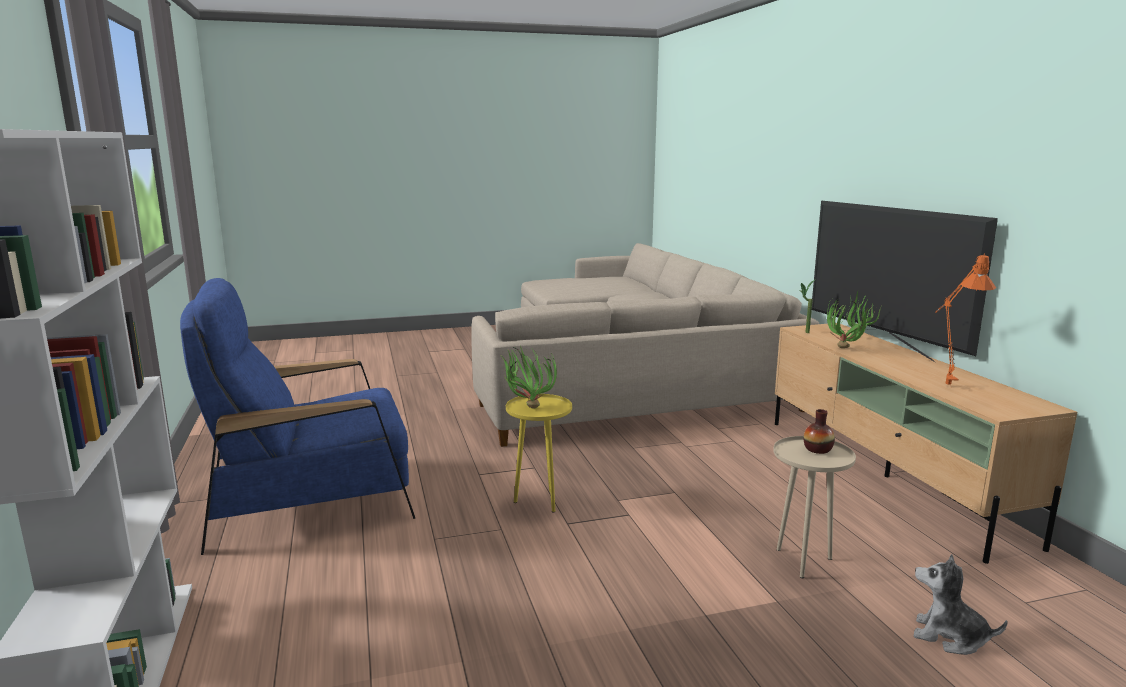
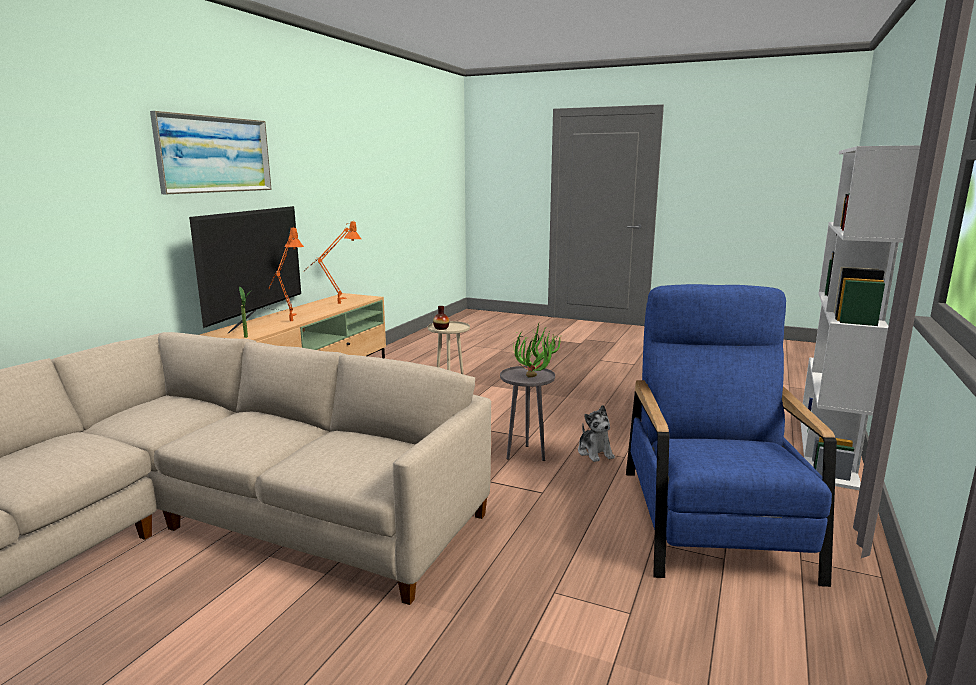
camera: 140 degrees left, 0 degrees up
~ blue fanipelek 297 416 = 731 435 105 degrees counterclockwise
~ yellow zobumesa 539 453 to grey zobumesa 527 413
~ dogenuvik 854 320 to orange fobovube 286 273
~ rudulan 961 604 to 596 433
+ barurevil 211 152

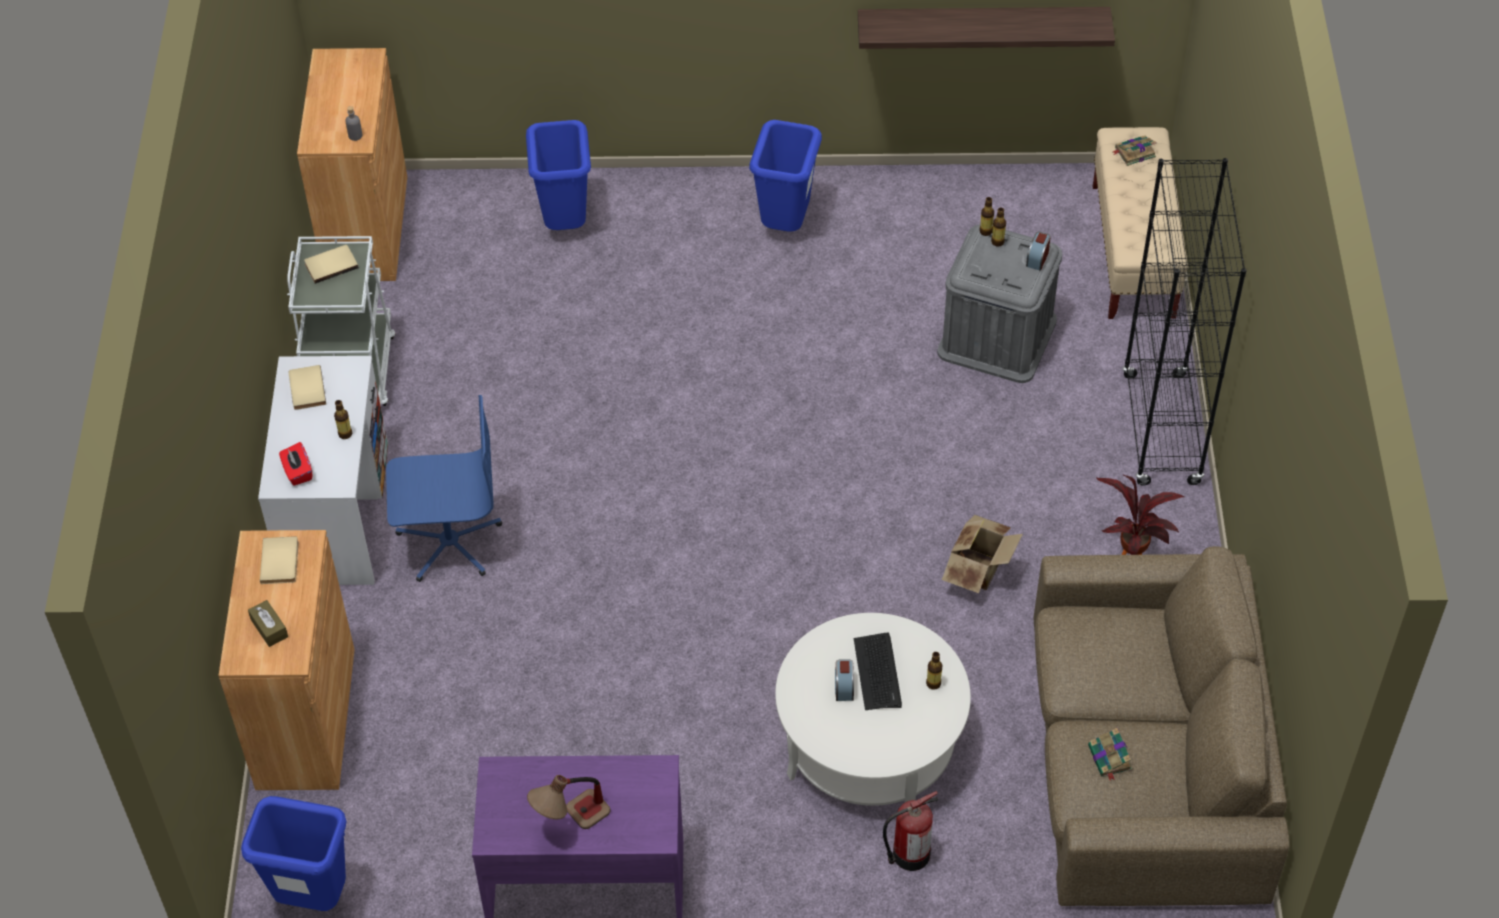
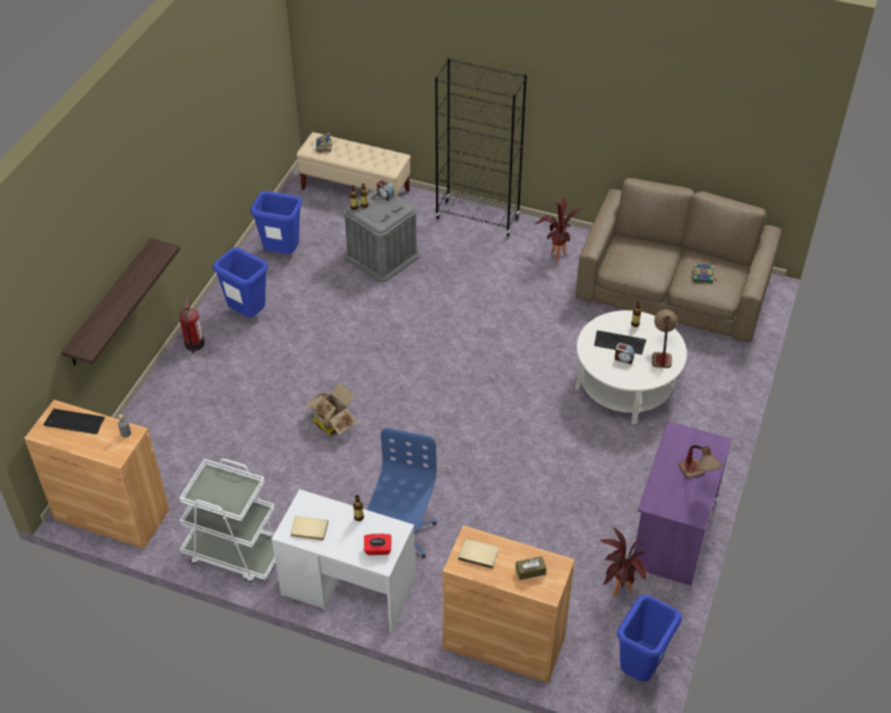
camera: 70 degrees left, 5 degrees down
- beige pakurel 331 264
~ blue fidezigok 558 175 to 276 222
~ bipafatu 986 28 to 120 301
~ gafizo 910 831 to 192 324
~ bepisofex 982 554 to 330 409
+ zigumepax 74 421
+ dogenuvik 623 562
+ fobovube 664 338

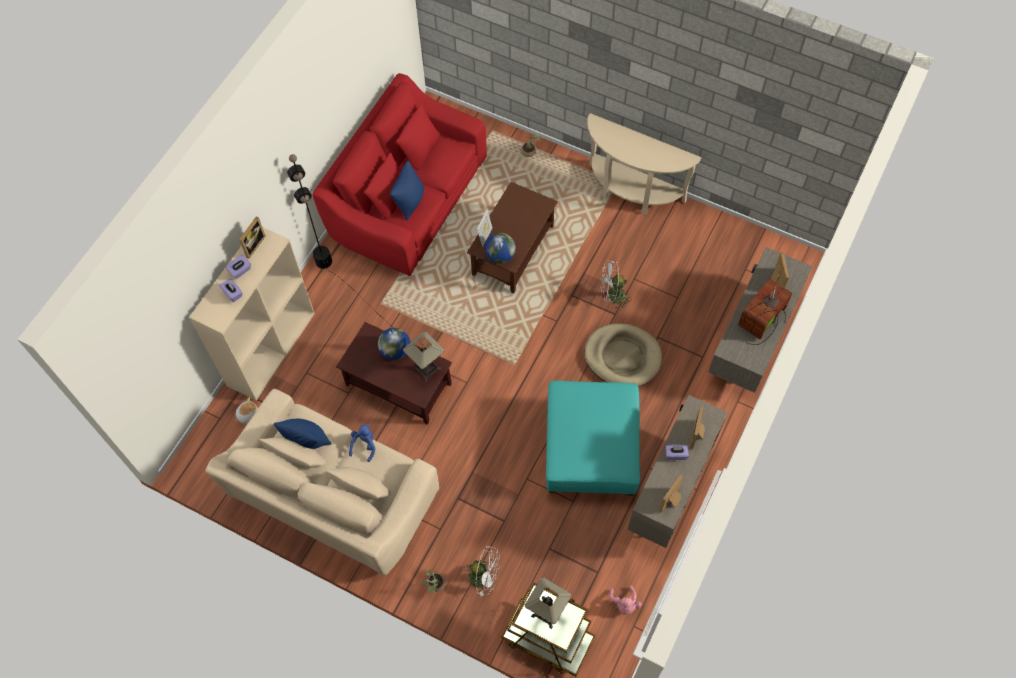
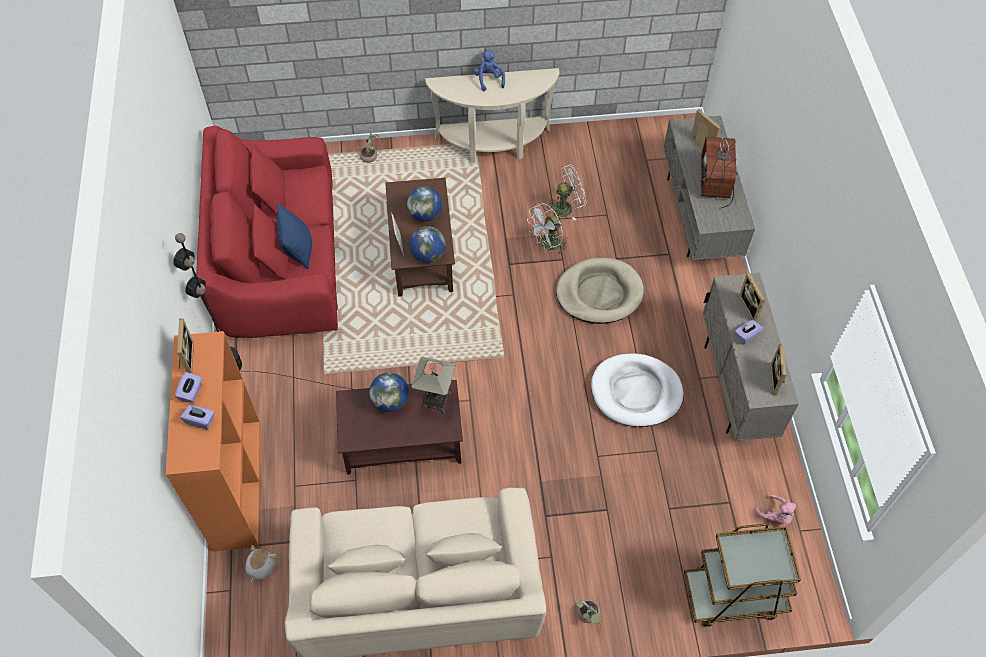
camera: 35 degrees left, 5 degrees down
~ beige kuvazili 252 314 to orange kuvazili 213 441
- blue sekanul 302 434
~ blue rudulan 362 443 to 489 70
~ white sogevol 482 571 to 565 192
- fobovube 548 603
~ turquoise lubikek 593 438 to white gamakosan 637 390
+ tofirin 424 204

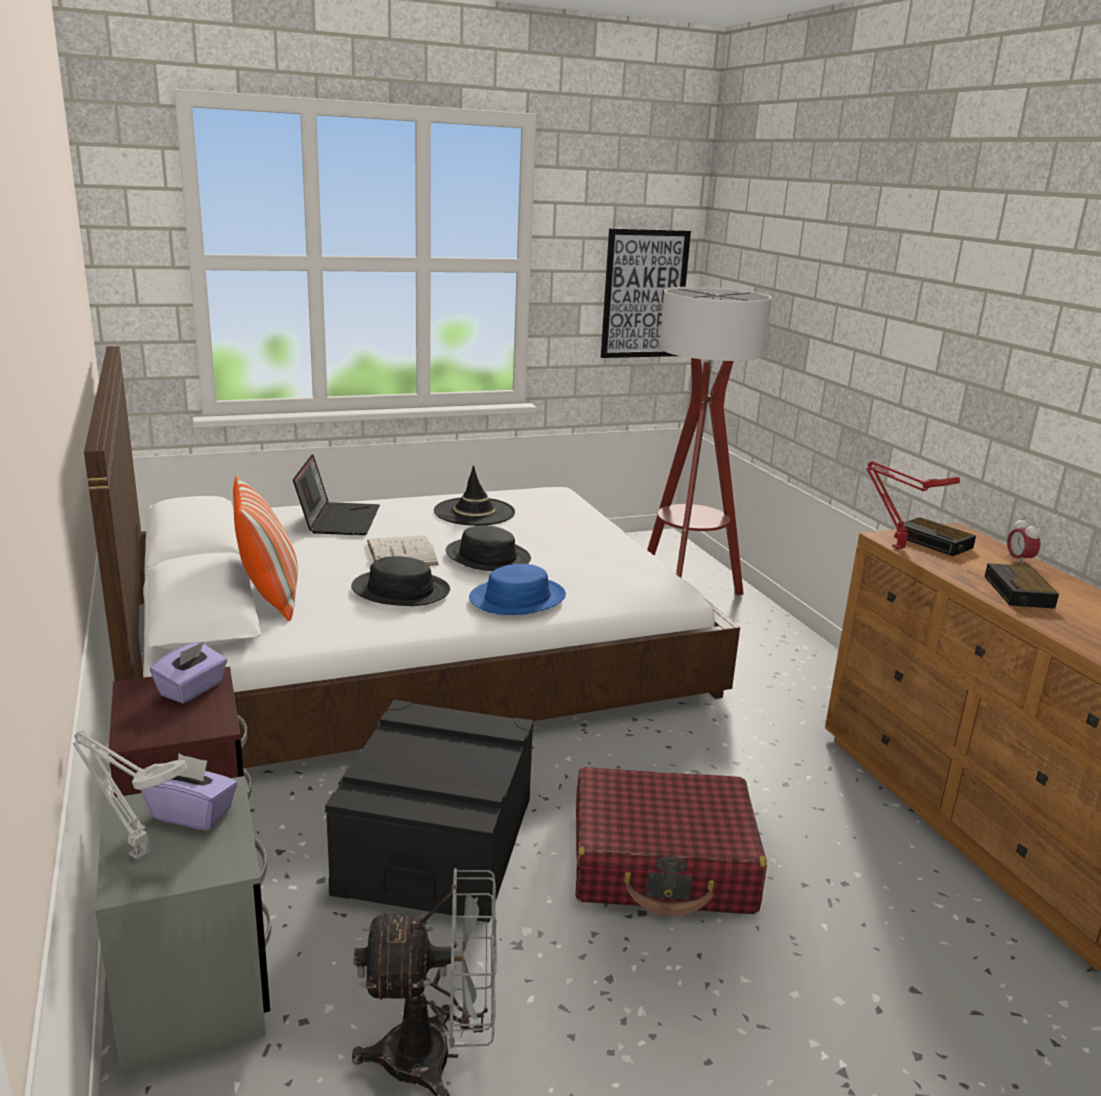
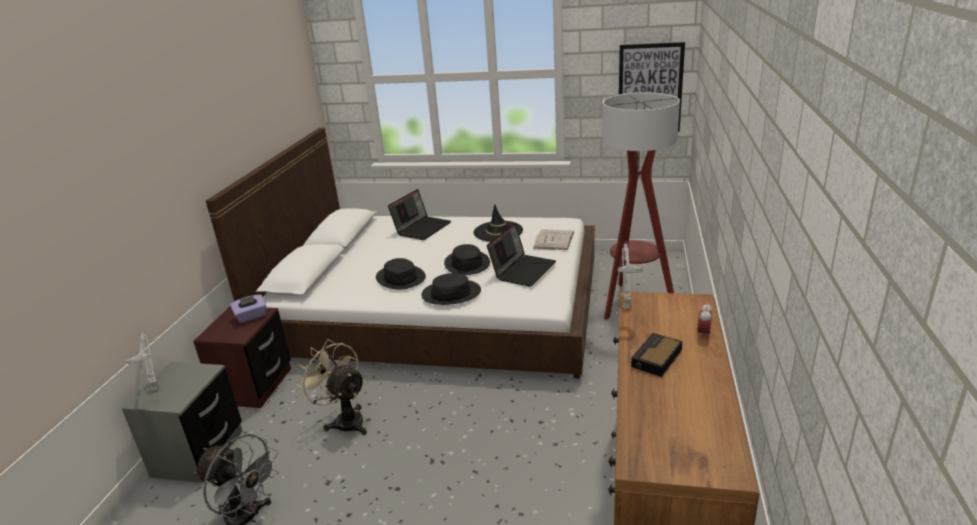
camera: 35 degrees right, 5 degrees up
- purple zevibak 189 792
- sekanul 265 548
~ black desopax 429 811 to beige sogevol 331 387
~ white pakurel 403 551 to 553 239
~ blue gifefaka 517 589 to black gifefaka 451 289
- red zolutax 671 841
~ red fobovube 913 505 to grey fobovube 630 276
- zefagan 936 536
+ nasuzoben 521 255

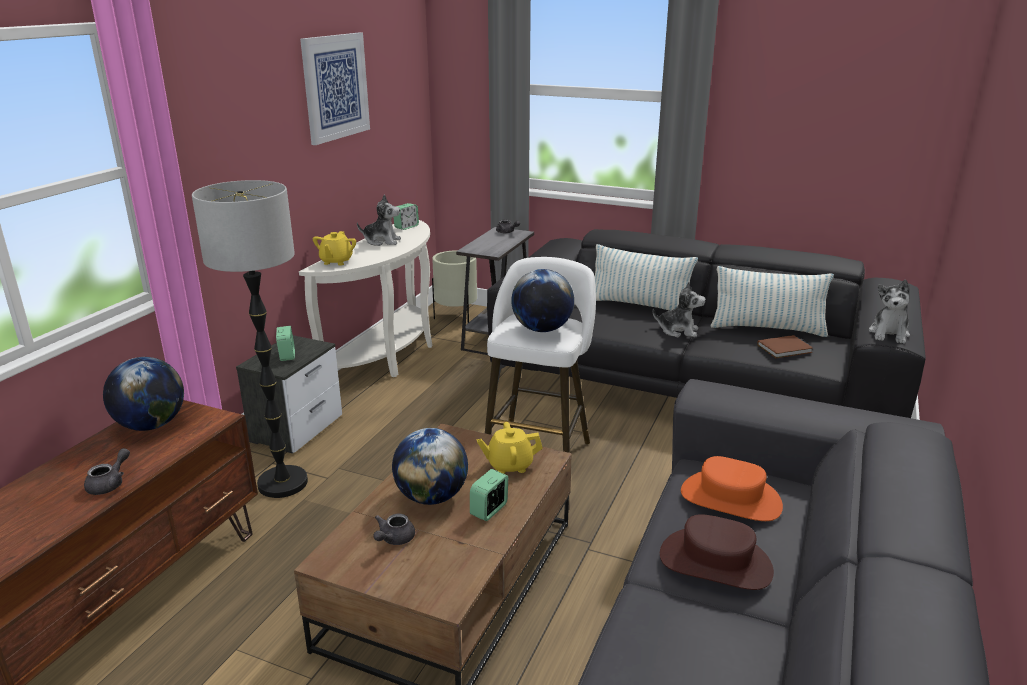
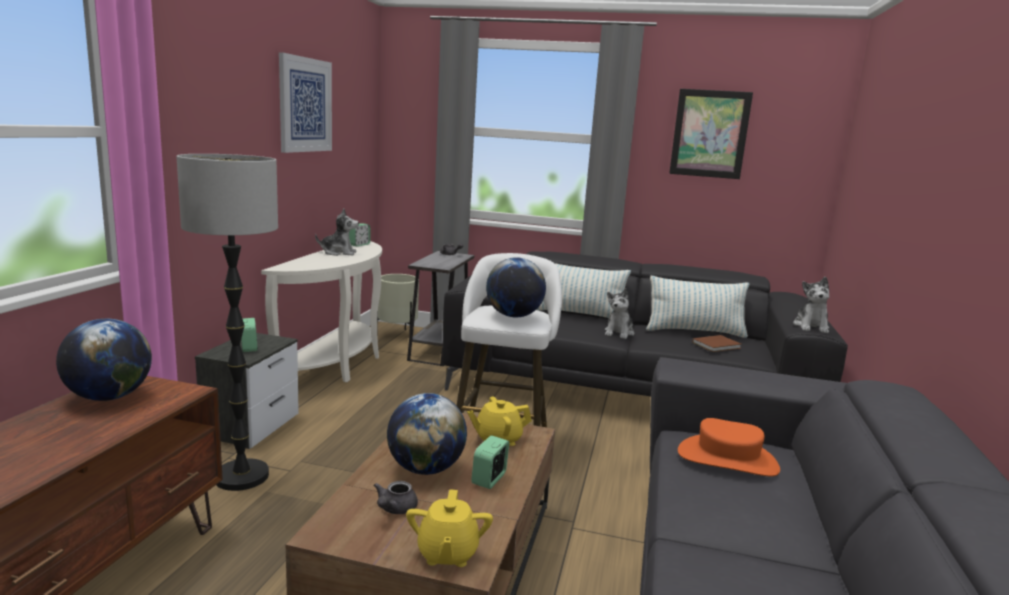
camera: 10 degrees left, 10 degrees down
- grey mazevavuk 107 471
~ yellow mazevavuk 334 248 to 449 528
~ rudulan 679 309 = 619 313 105 degrees clockwise
- brown gifefaka 717 552
+ barurevil 711 134

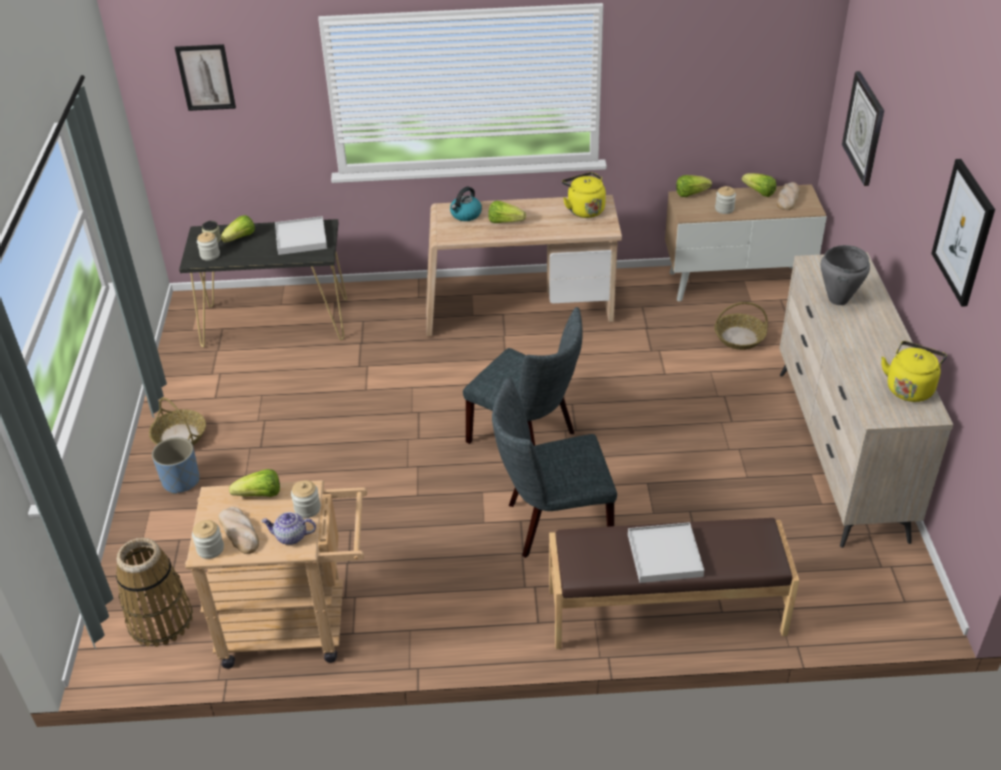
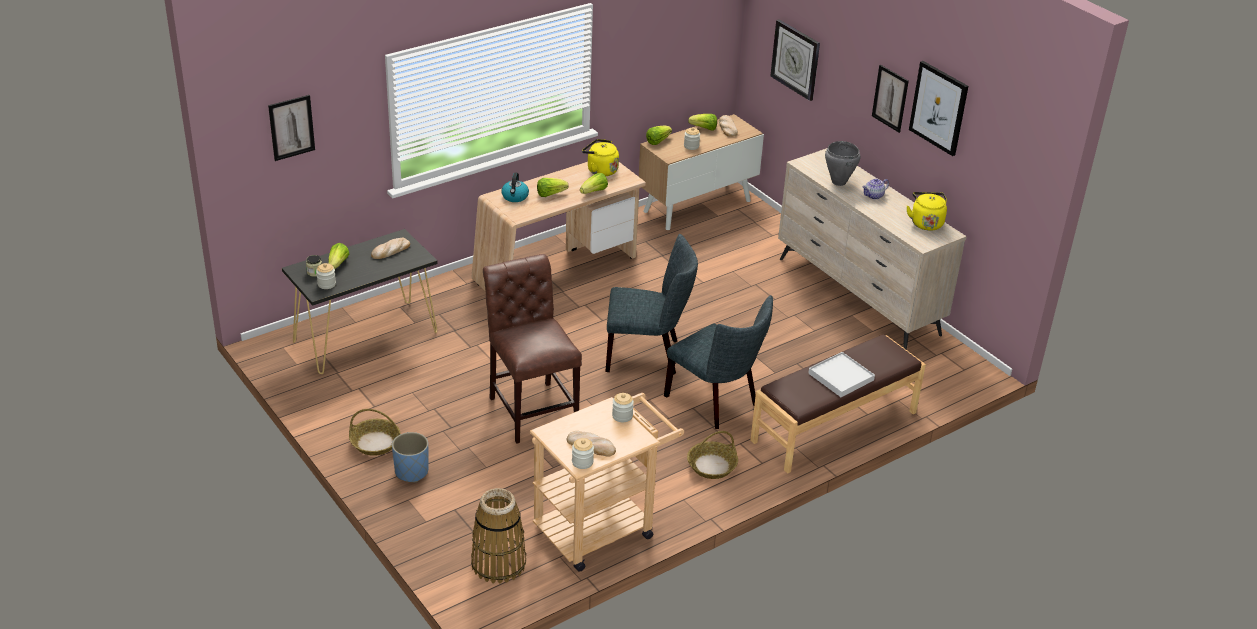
camera: 35 degrees left, 5 degrees down
~ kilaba 254 483 to 594 183
~ mazevavuk 289 528 to 875 189
~ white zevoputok 301 235 to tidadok 390 248
~ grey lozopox 554 467 = 718 362 90 degrees counterclockwise
~ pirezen 741 326 to 712 455
+ brown lozopox 532 349
+ barurevil 890 99

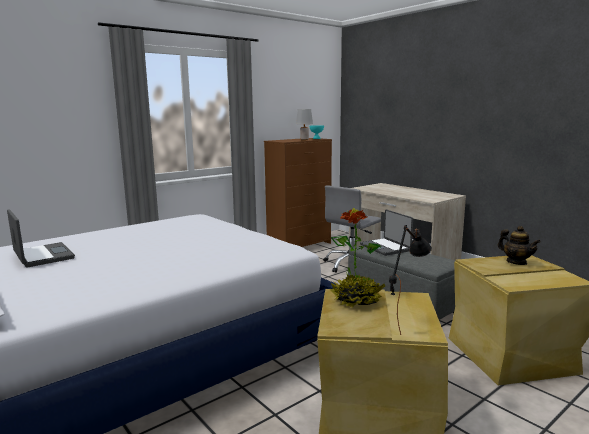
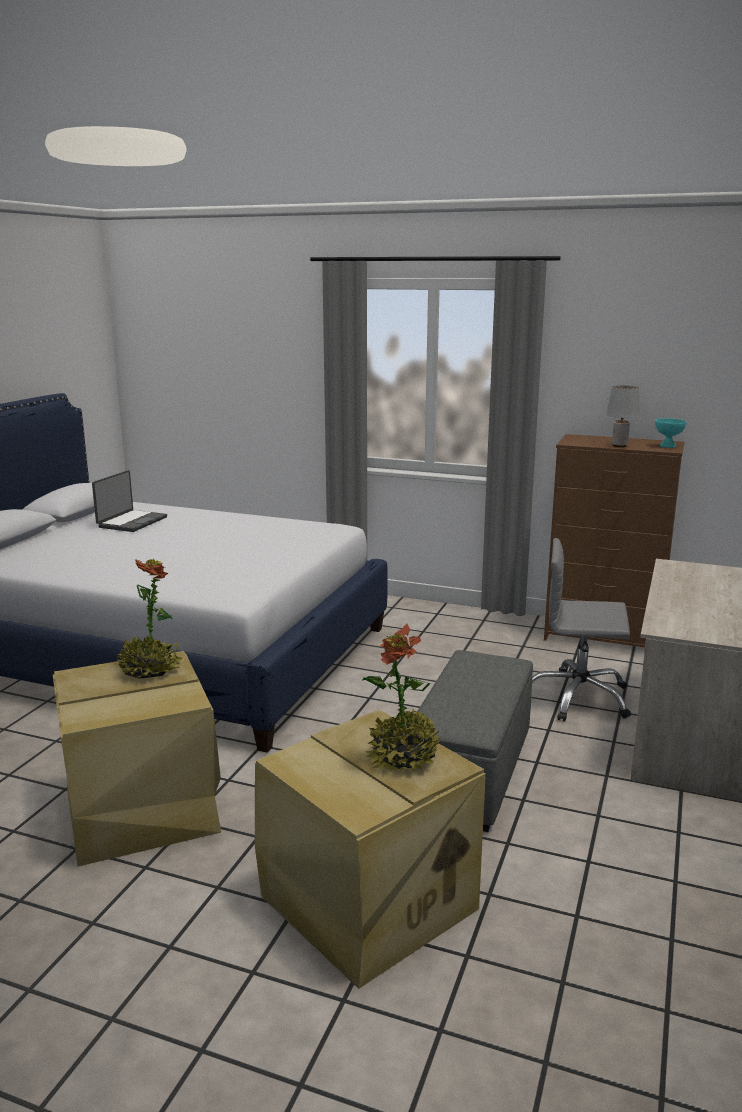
camera: 60 degrees right, 5 degrees up
- nasuzoben 386 232
- black fobovube 410 280
~ mazevavuk 519 245 to dogenuvik 401 698

